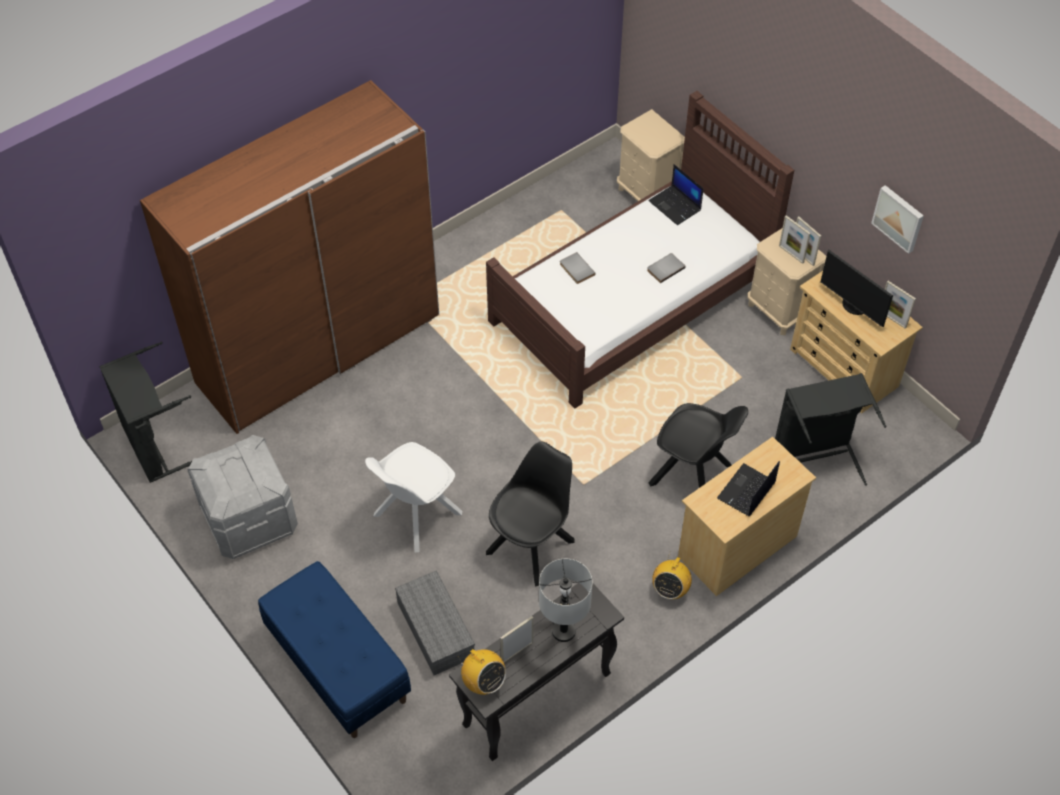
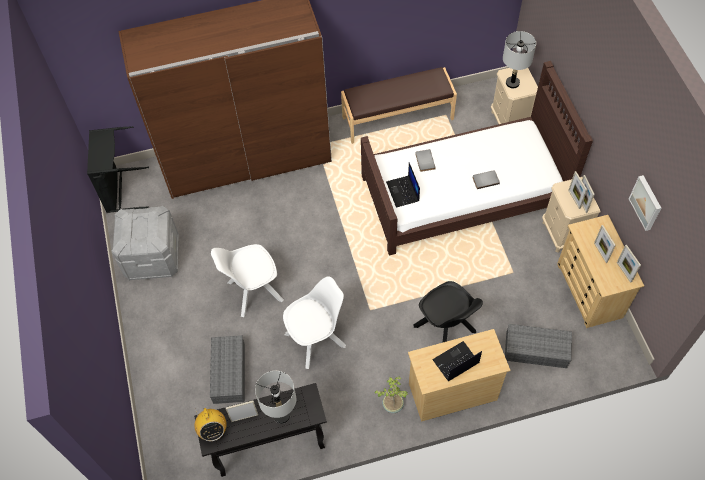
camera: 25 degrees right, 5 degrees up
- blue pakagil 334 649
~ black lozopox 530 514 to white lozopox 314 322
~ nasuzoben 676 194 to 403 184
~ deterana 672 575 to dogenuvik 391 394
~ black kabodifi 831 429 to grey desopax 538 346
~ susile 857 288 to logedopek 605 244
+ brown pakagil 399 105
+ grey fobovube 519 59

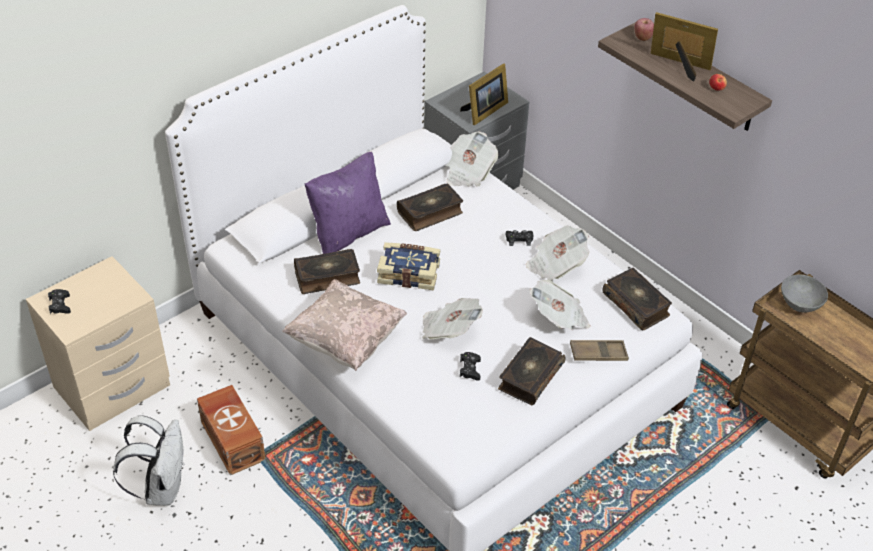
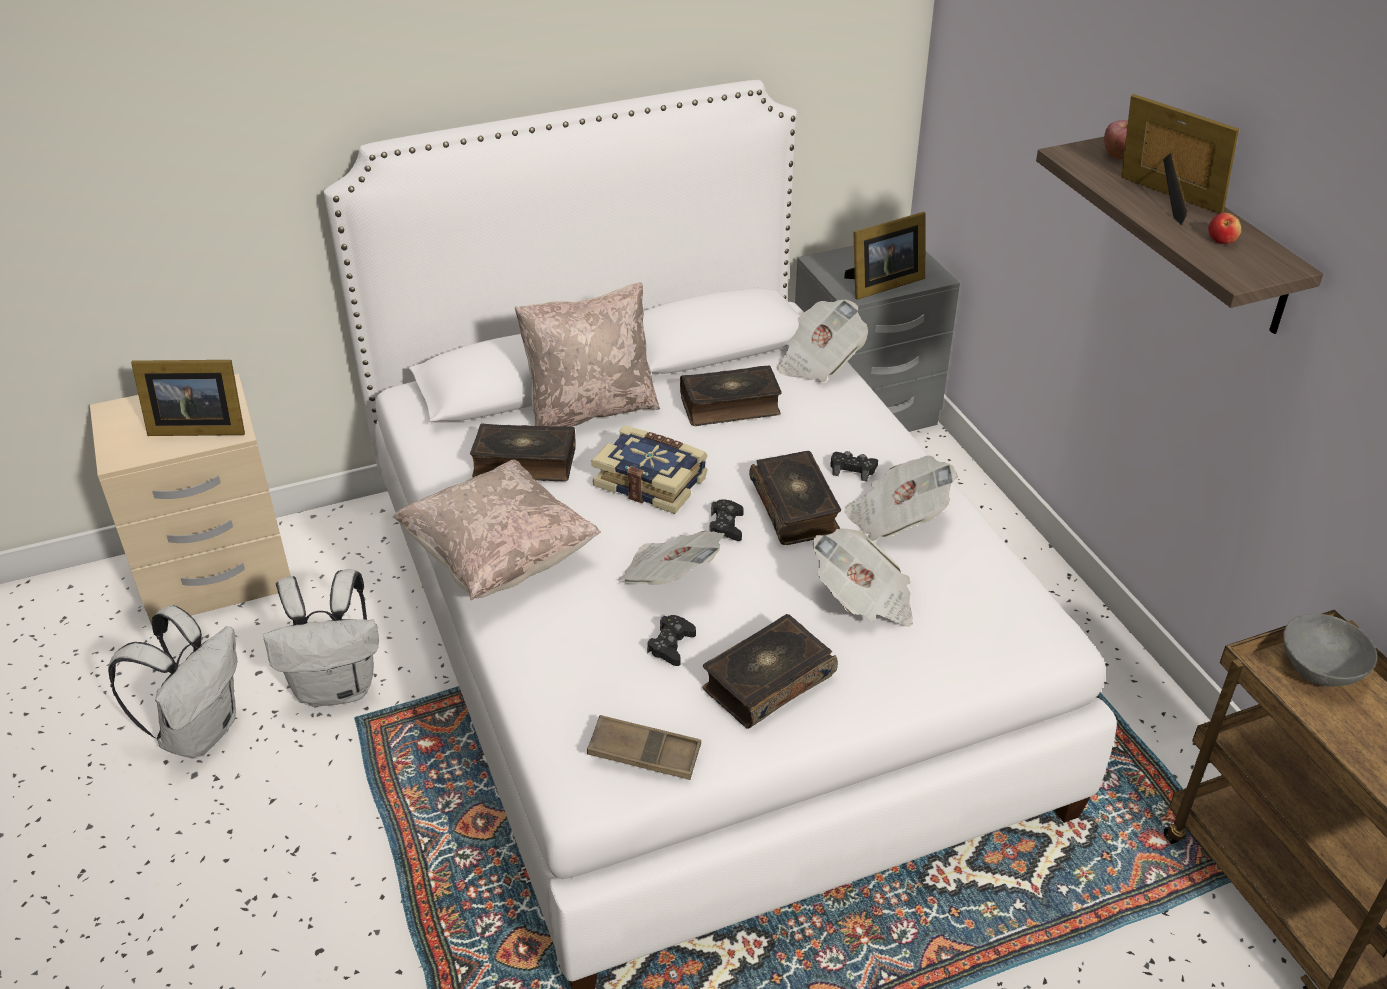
camera: 20 degrees right, 5 degrees down
~ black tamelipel 59 301 to 726 520
~ brown desopax 231 430 to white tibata 321 638
~ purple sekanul 348 203 to beige sekanul 587 355
~ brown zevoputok 599 350 to 644 747
~ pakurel 637 299 to 795 498
+ logedopek 188 398

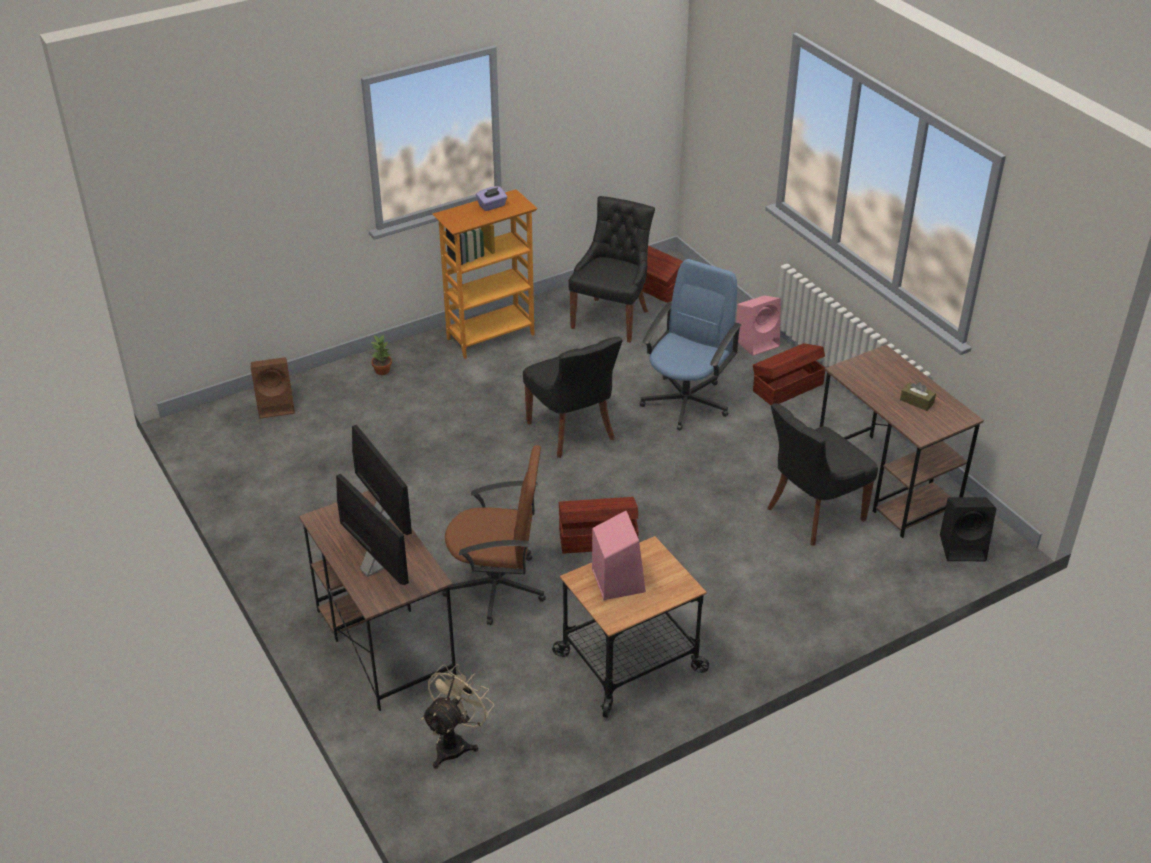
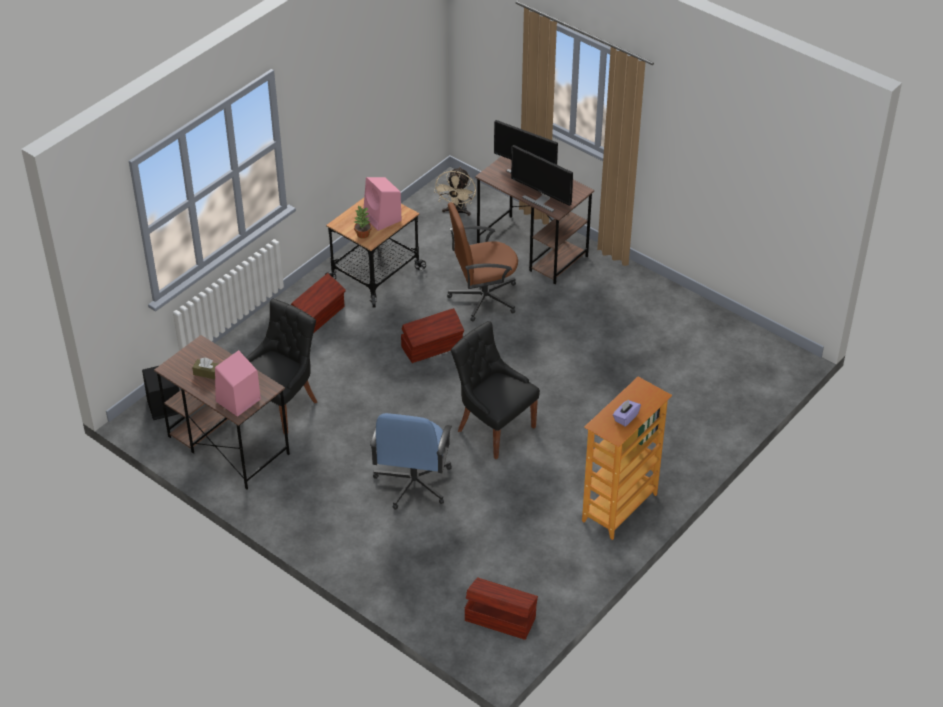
camera: 160 degrees right, 5 degrees up
- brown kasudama 273 388
~ dogenuvik 381 355 to 363 222
- black lozopox 611 269
~ pink kasudama 758 325 to 238 383
~ brown desopax 789 374 to 318 302

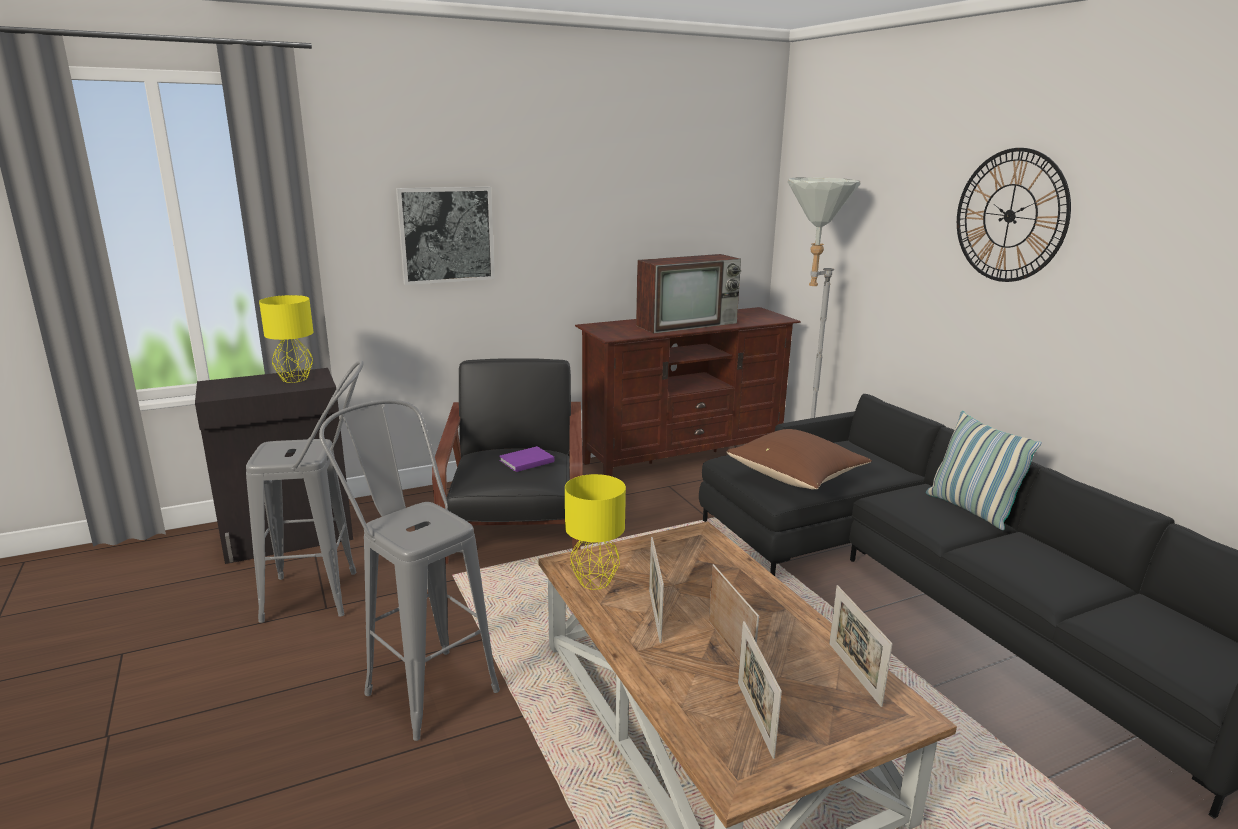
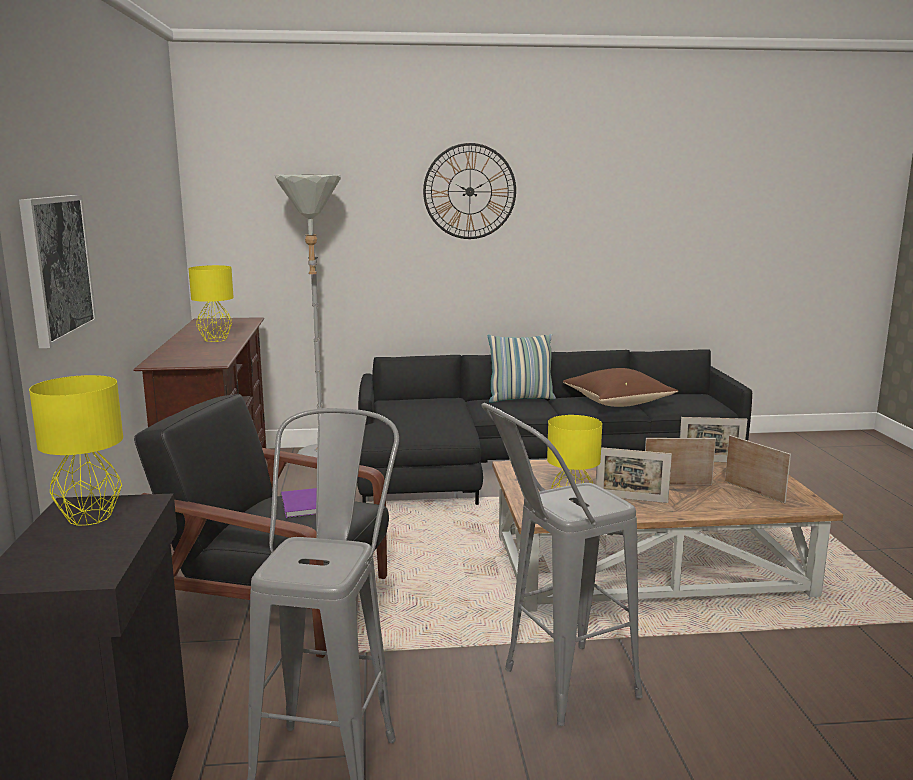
camera: 70 degrees left, 5 degrees down
~ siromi 688 293 to yellow fobovube 211 303
~ brown sekanul 799 459 to 620 387
~ logedopek 760 690 = 758 469 135 degrees counterclockwise

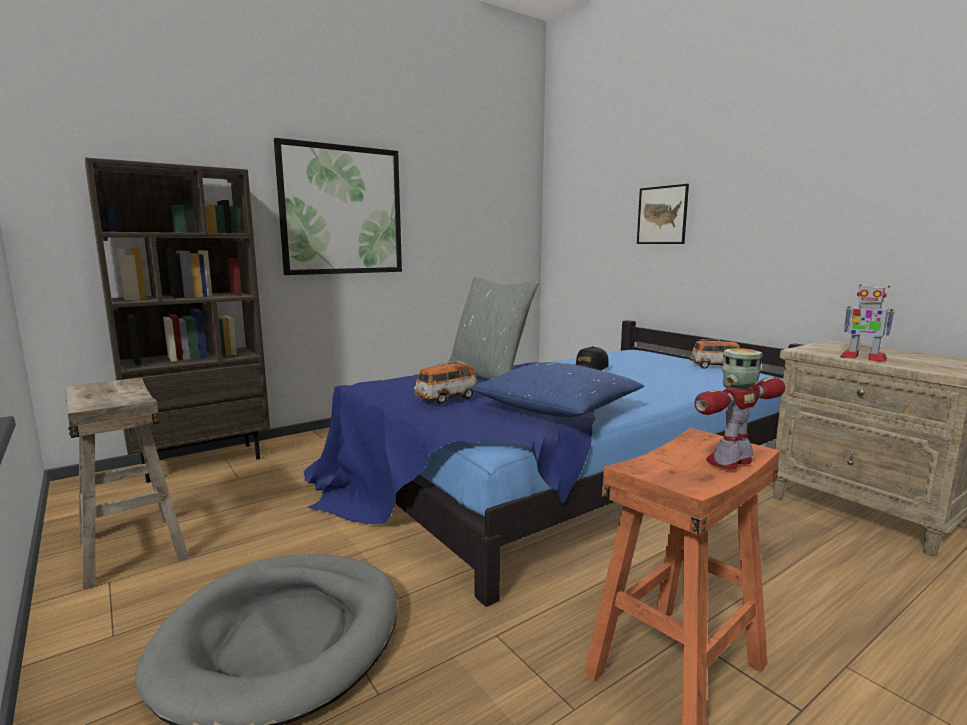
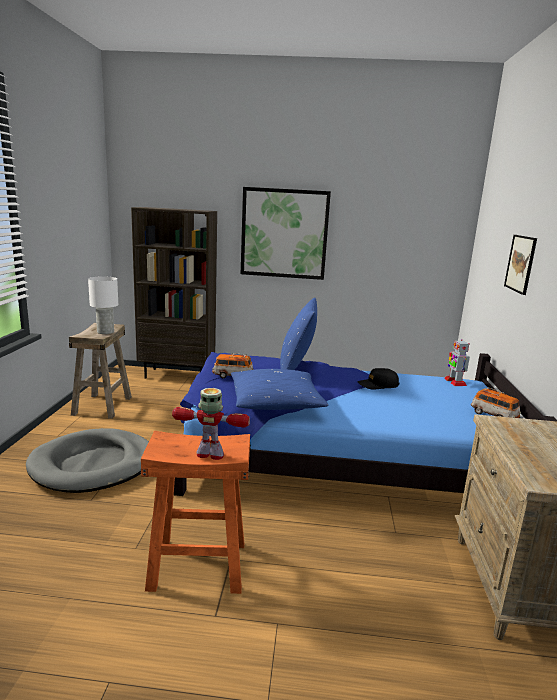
camera: 40 degrees right, 5 degrees up
~ grey sekanul 493 328 to blue sekanul 298 334
~ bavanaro 867 323 to 457 363
+ white fobovube 103 305

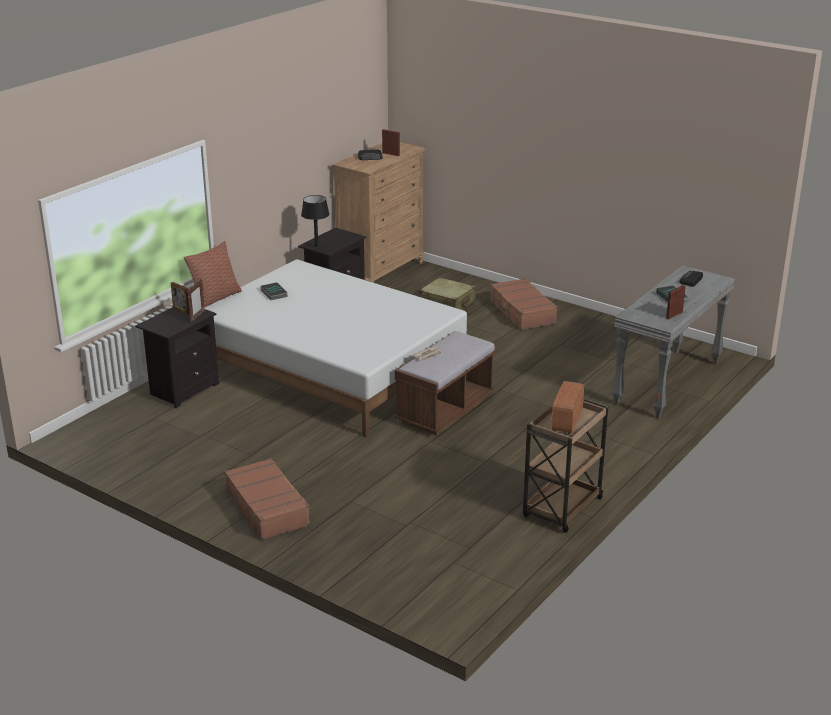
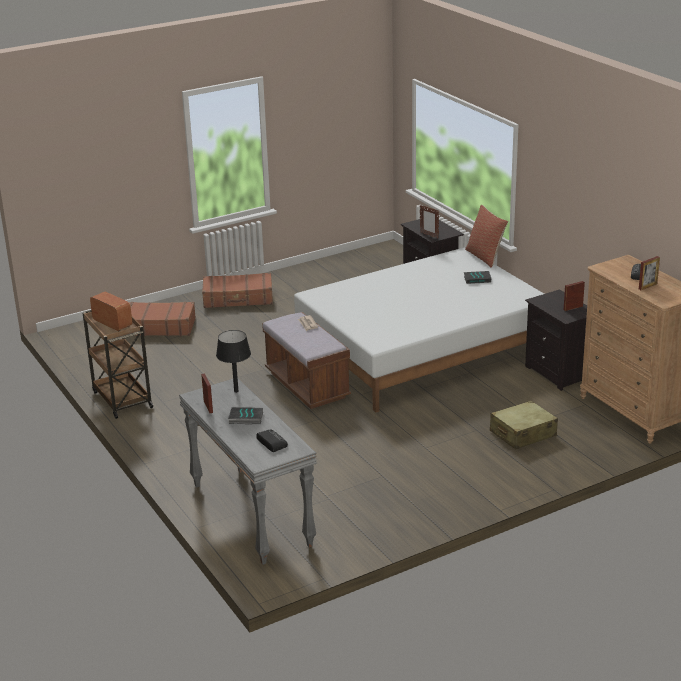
camera: 115 degrees right, 0 degrees up
~ logedopek 180 298 to 574 296
~ black fobovube 315 221 to 233 361
~ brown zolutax 524 304 to 162 319

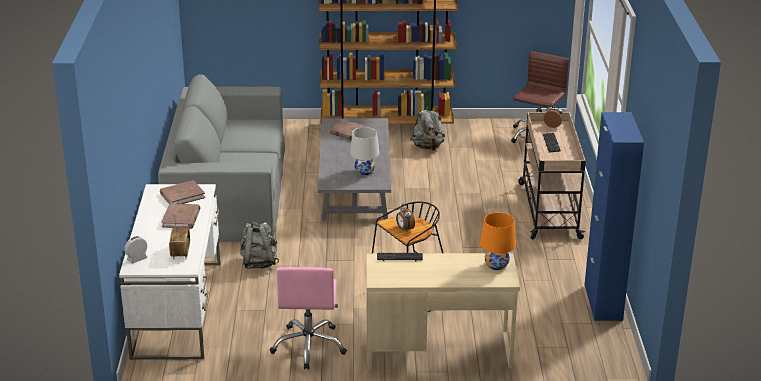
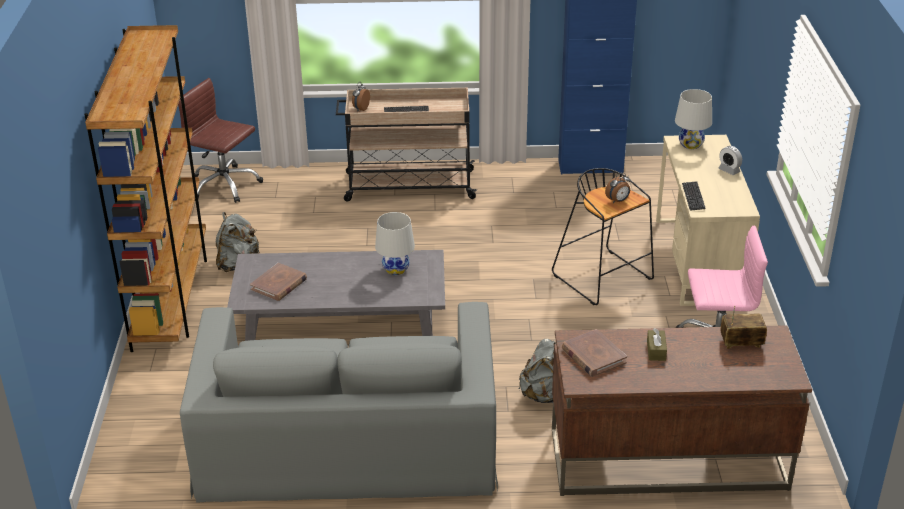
camera: 90 degrees left, 5 degrees up
~ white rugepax 170 272 to brown rugepax 682 410
~ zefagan 135 250 to 730 160
~ brown pakurel 181 216 to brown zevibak 657 344
~ orange fobovube 498 241 to white fobovube 693 119

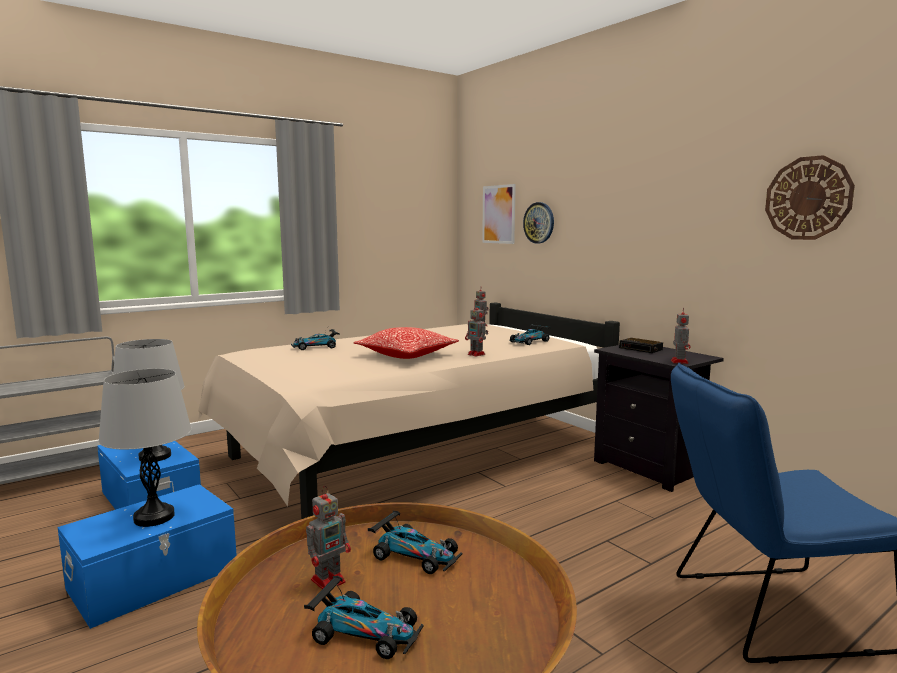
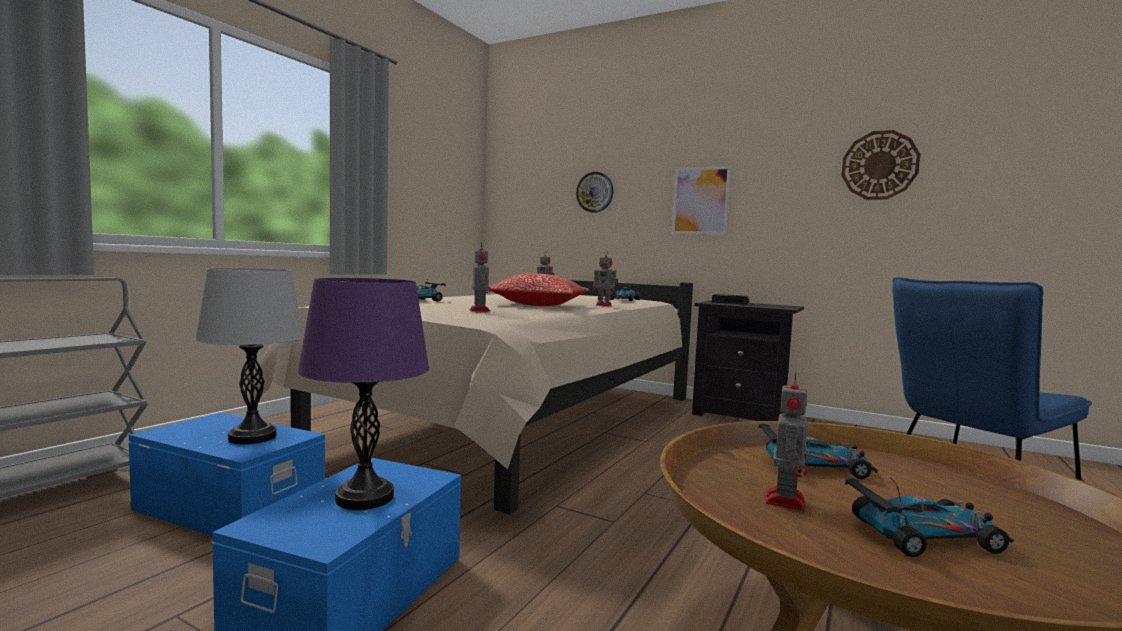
camera: 25 degrees left, 5 degrees down
~ grey fobovube 144 448 to purple fobovube 363 394
~ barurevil 499 214 to 701 200
~ bavanaro 681 335 to 480 277

